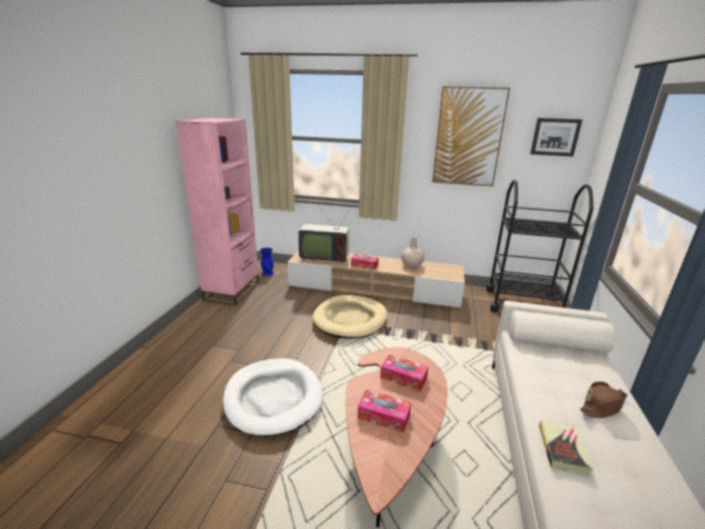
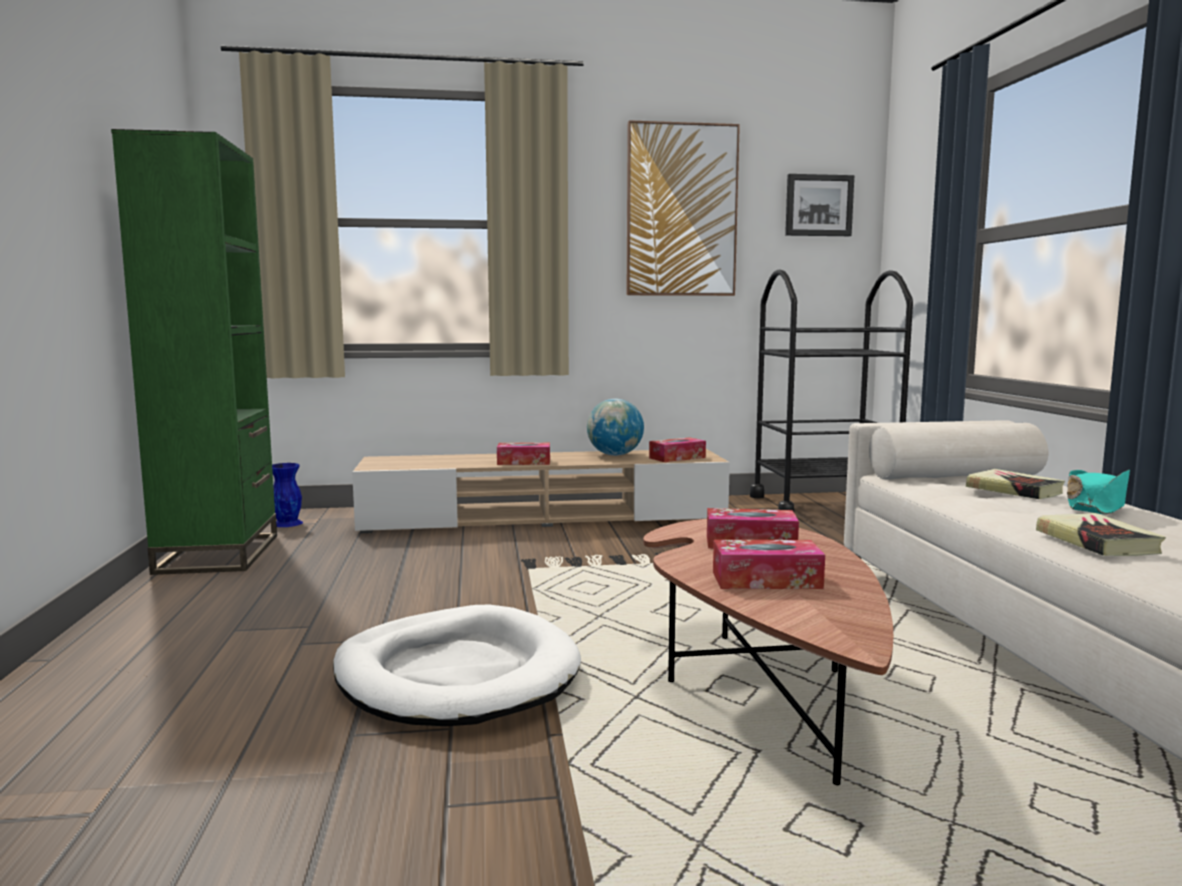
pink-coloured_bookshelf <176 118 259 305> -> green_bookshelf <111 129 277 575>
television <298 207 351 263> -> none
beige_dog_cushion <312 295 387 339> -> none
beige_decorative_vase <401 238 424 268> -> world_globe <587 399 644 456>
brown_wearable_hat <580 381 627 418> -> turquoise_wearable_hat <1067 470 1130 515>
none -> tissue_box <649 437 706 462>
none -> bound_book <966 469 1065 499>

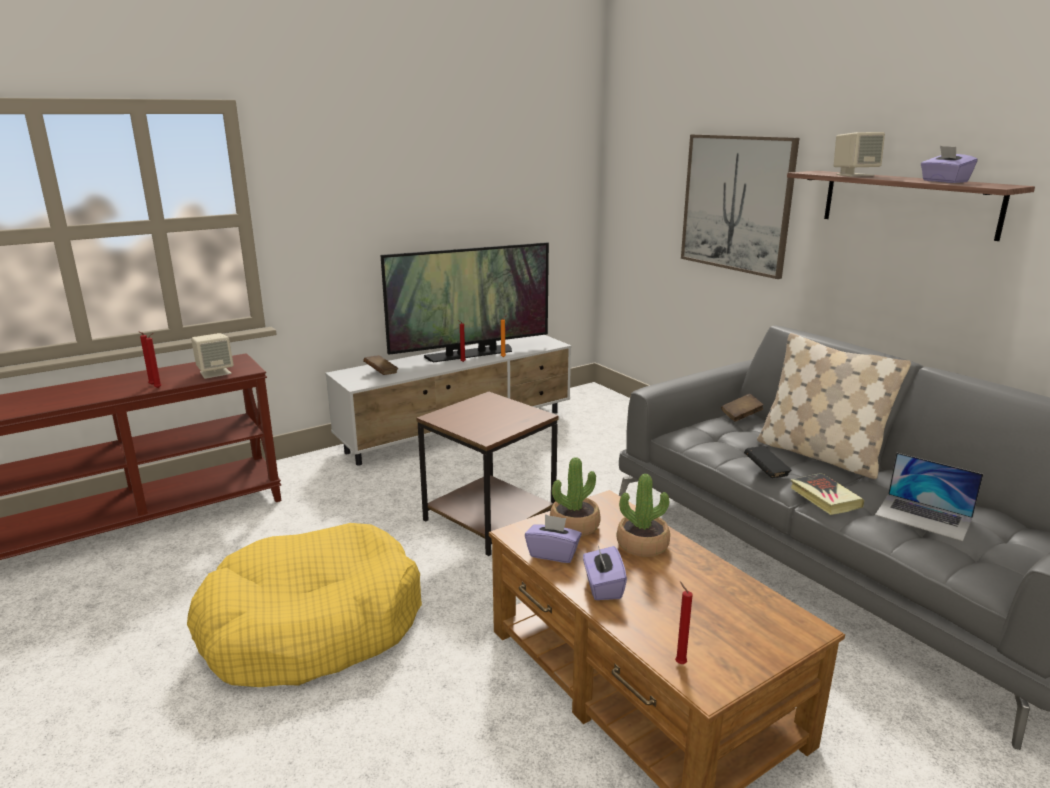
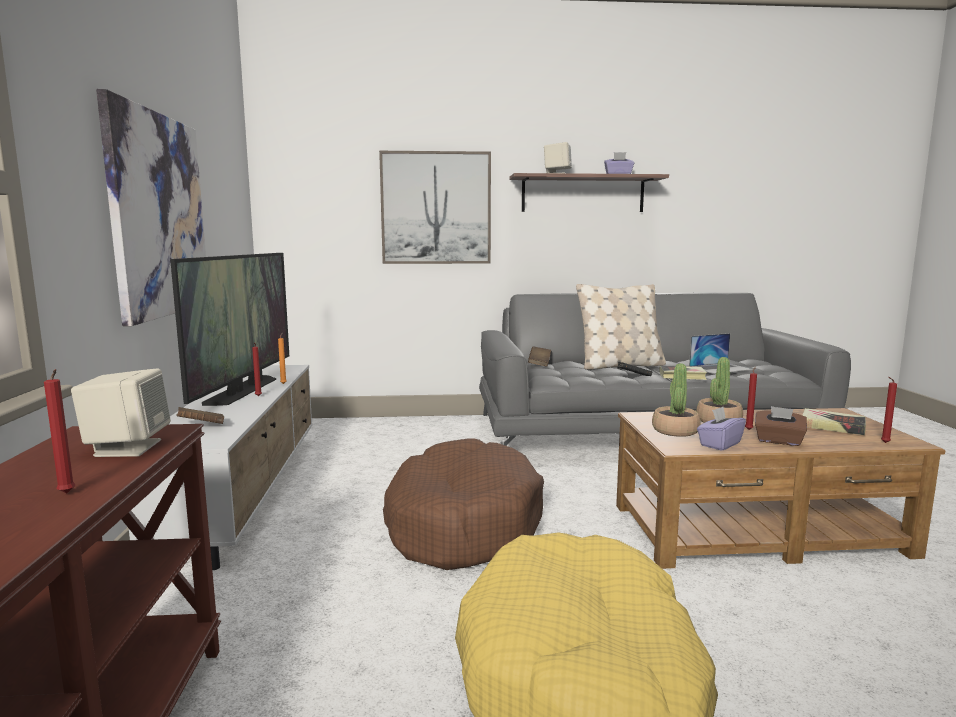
red-coloured_wax_light <146 333 161 388> -> red-coloured_wax_light <745 366 757 430>, moved
brown_end_table <416 391 559 556> -> brown_dog_cushion <383 438 544 570>
purple-coloured_tissue_box <583 546 627 600> -> brown_tissue_box <755 406 807 446>
none -> wall_picture <96 89 206 326>
none -> bound_book <802 408 866 435>

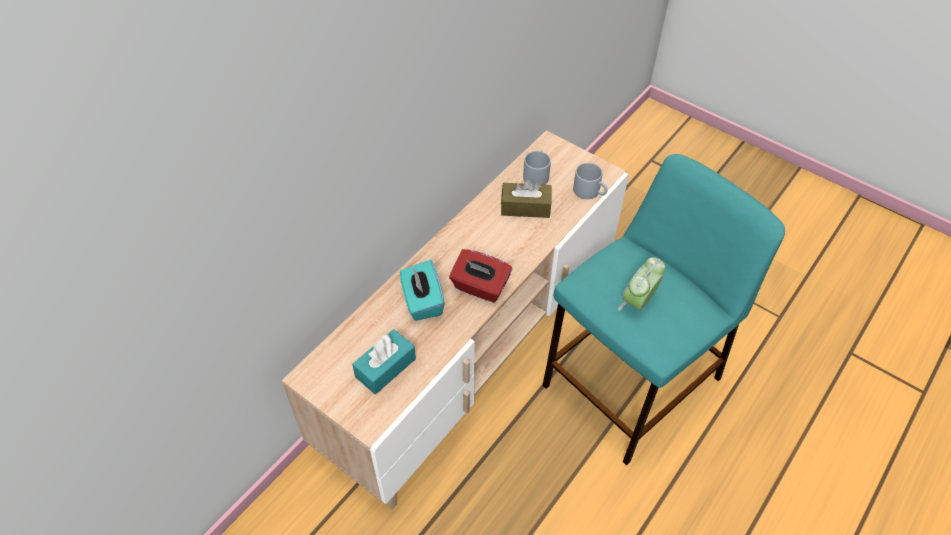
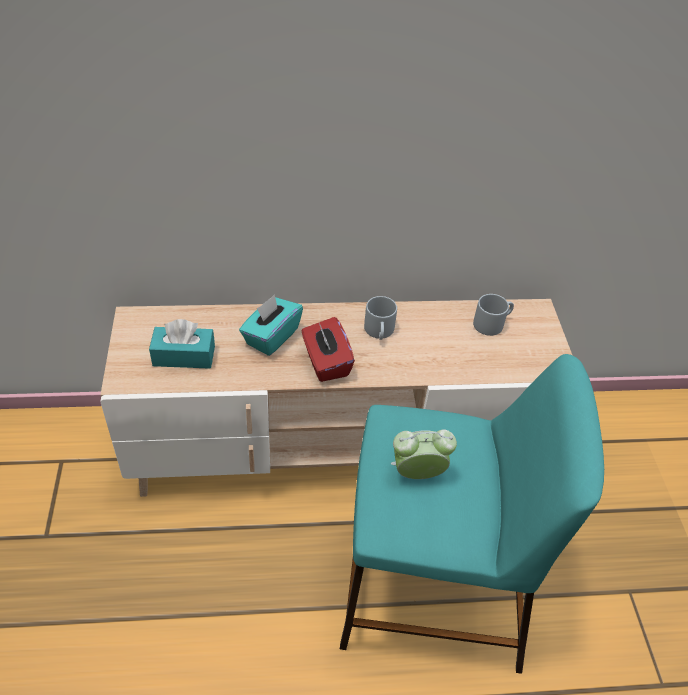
brown_tissue_box <501 180 552 218> -> none
gray_coffee_mug <573 163 608 199> -> gray_coffee_mug <364 296 397 340>, moved

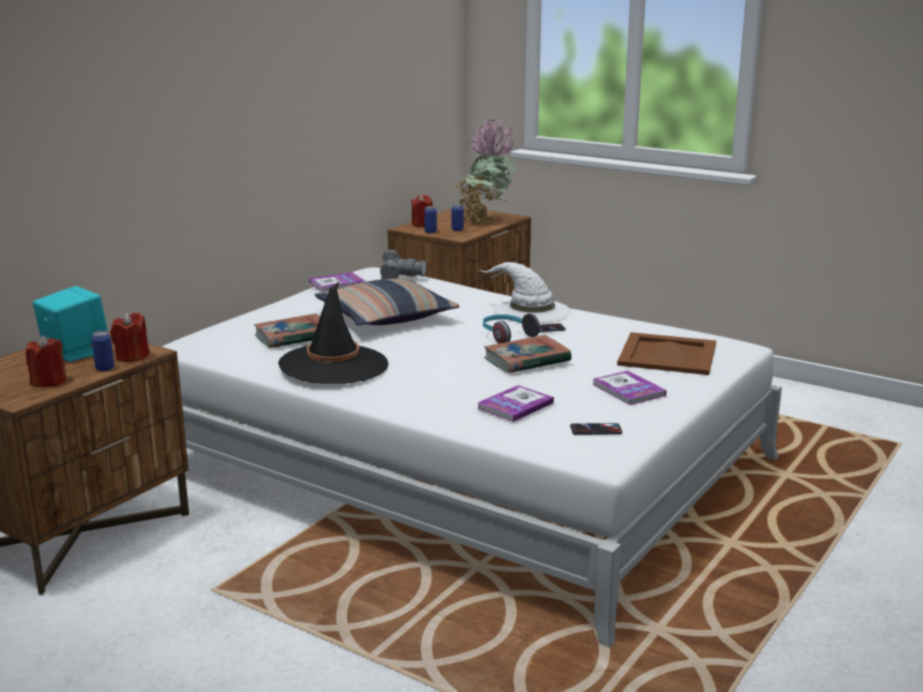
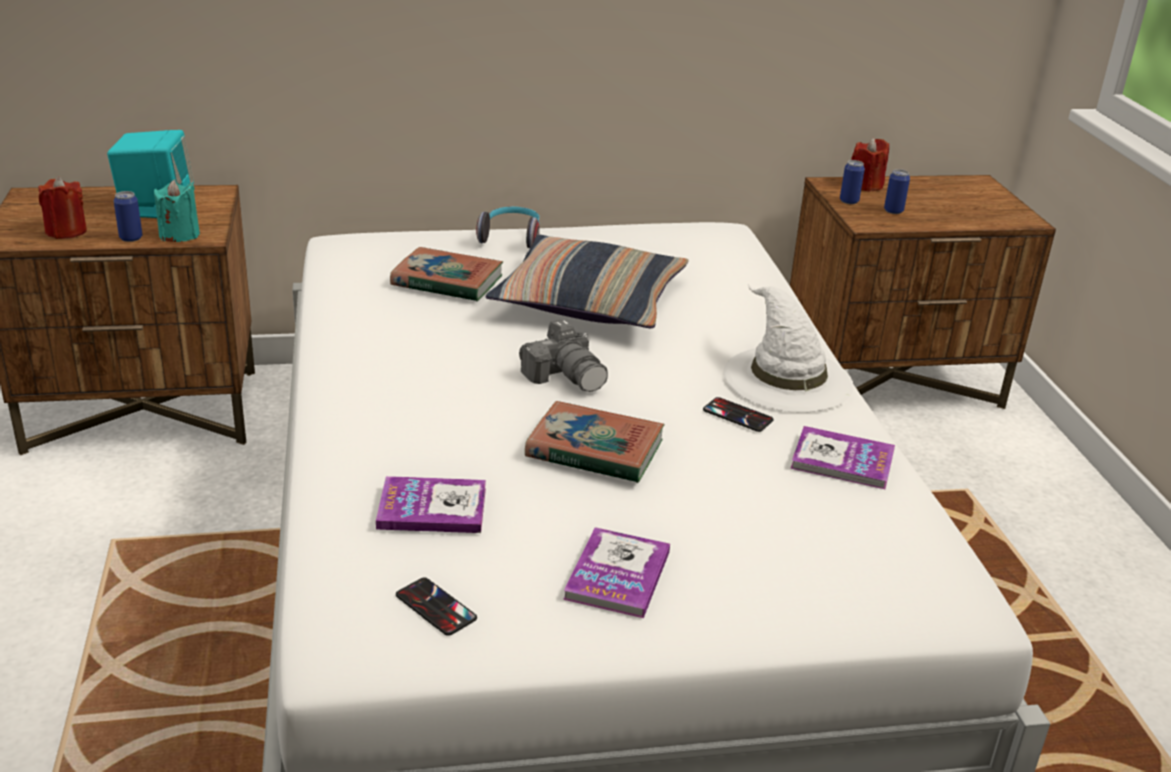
red-coloured_wax_light <110 313 149 362> -> turquoise_wax_light <154 180 200 242>
black-coloured_wearable_hat <278 281 388 384> -> none
bound_book <309 272 365 292> -> bound_book <790 426 895 489>, moved
still_camera <380 250 426 279> -> still_camera <519 319 608 392>, moved
potted_plant <454 119 516 225> -> none
headphones <483 313 540 344> -> headphones <476 207 540 249>, moved
brown_carrying_tray <617 332 716 375> -> none

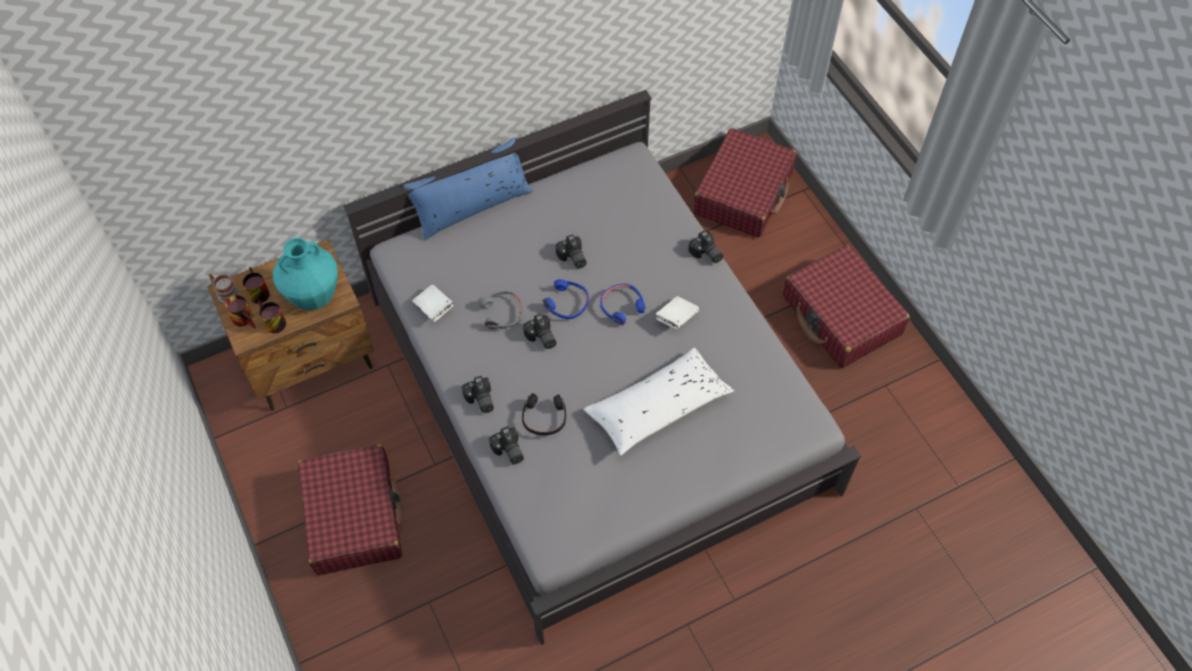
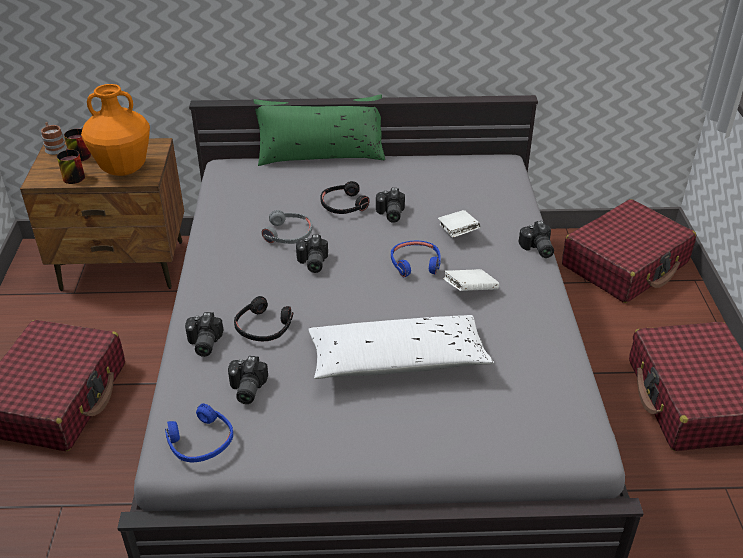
coffee_mug <225 295 256 329> -> none
turquoise_decorative_vase <273 238 338 310> -> orange-coloured_decorative_vase <81 84 150 176>
blue-coloured_cushion <403 138 532 241> -> green_cushion <254 94 385 166>
white_bound_book <413 285 454 322> -> white_bound_book <438 210 481 238>, moved
still_camera <462 376 494 413> -> still_camera <228 356 268 404>, moved
blue-coloured_headphones <543 279 589 319> -> blue-coloured_headphones <165 403 233 462>, moved
none -> black-coloured_headphones <320 181 370 214>

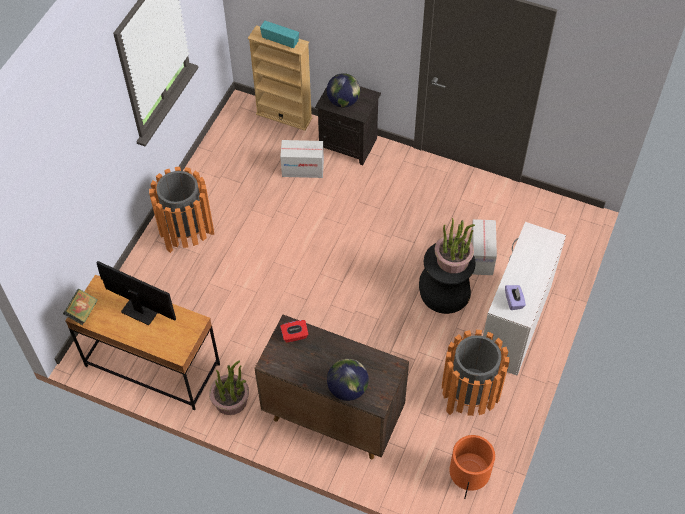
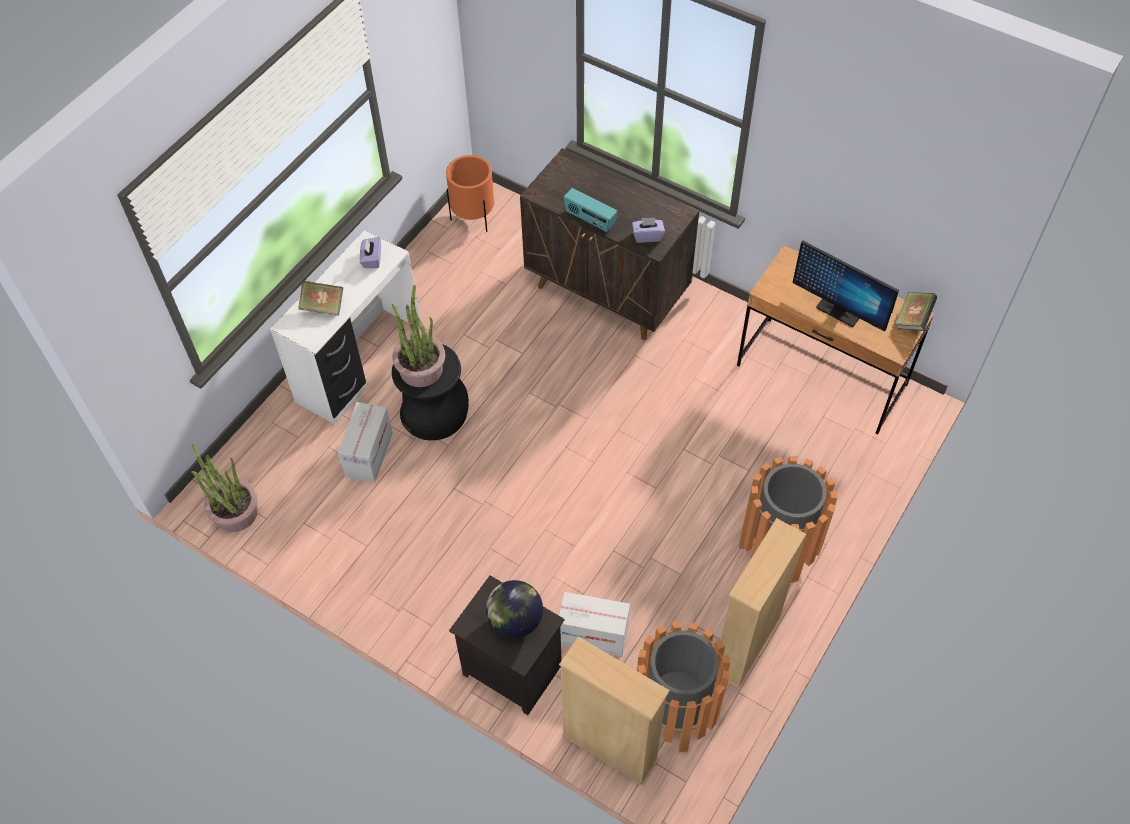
potted_plant <209 361 249 415> -> potted_plant <191 444 258 532>, moved
radio <260 21 299 48> -> radio <564 188 617 232>, moved
red-coloured_tissue_box <280 320 308 343> -> purple-coloured_tissue_box <632 218 665 243>
world_globe <327 359 369 401> -> none
orange-coloured_rubbish_bin <442 330 509 416> -> orange-coloured_rubbish_bin <637 621 730 753>, moved
none -> bound_book <298 281 343 316>
none -> beige_bookshelf <721 518 806 688>

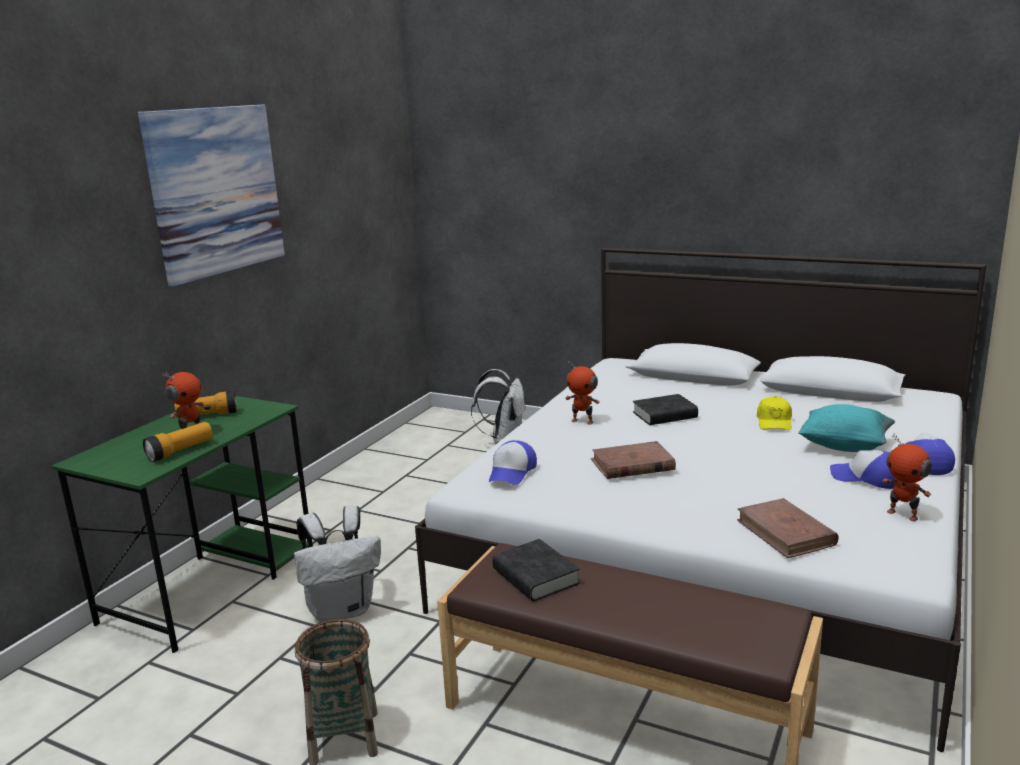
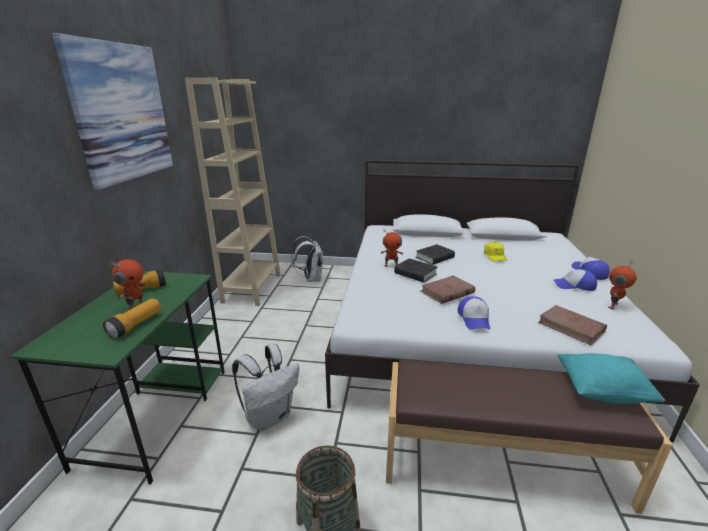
baseball_cap <489 440 537 485> -> baseball_cap <458 296 490 330>, moved
black-coloured_bound_book <492 539 580 601> -> black-coloured_bound_book <394 258 437 282>, moved
turquoise_cushion <798 404 895 452> -> turquoise_cushion <557 353 665 404>, moved
robot_figure <882 433 932 521> -> robot_figure <608 262 637 310>, 105 degrees clockwise
none -> beige_bookshelf <185 77 281 306>

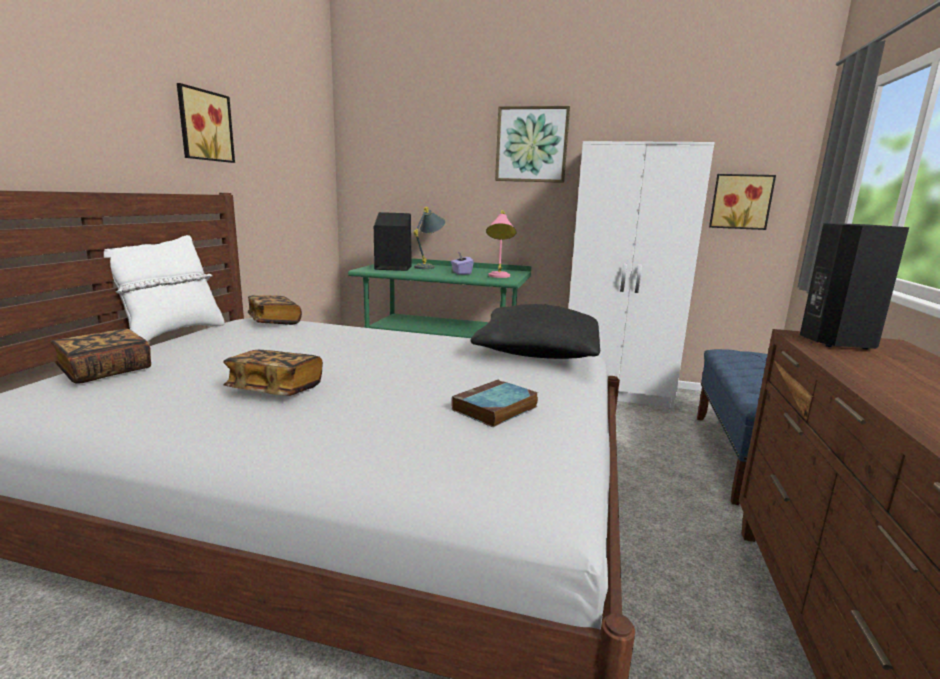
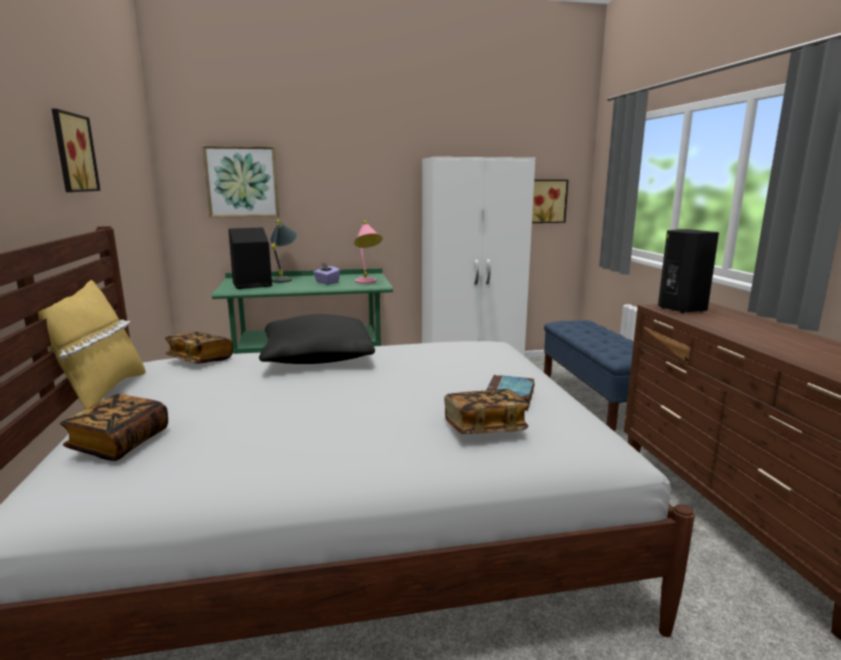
white_cushion <104 235 225 342> -> yellow-coloured_cushion <38 280 146 409>
bound_book <223 350 323 396> -> bound_book <444 389 529 434>, moved
black-coloured_cushion <471 304 600 359> -> black-coloured_cushion <259 314 375 364>, moved
wall_picture <495 106 570 183> -> wall_picture <202 146 279 218>, moved

